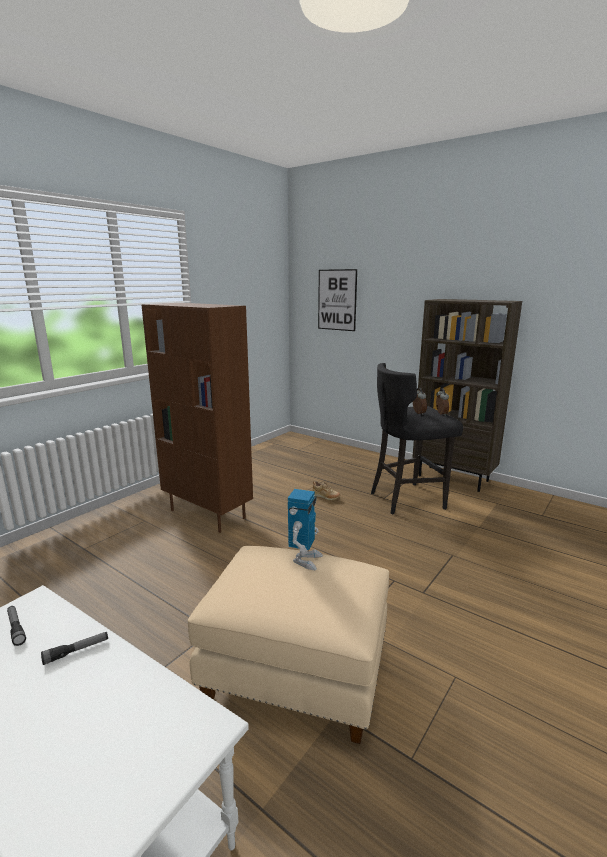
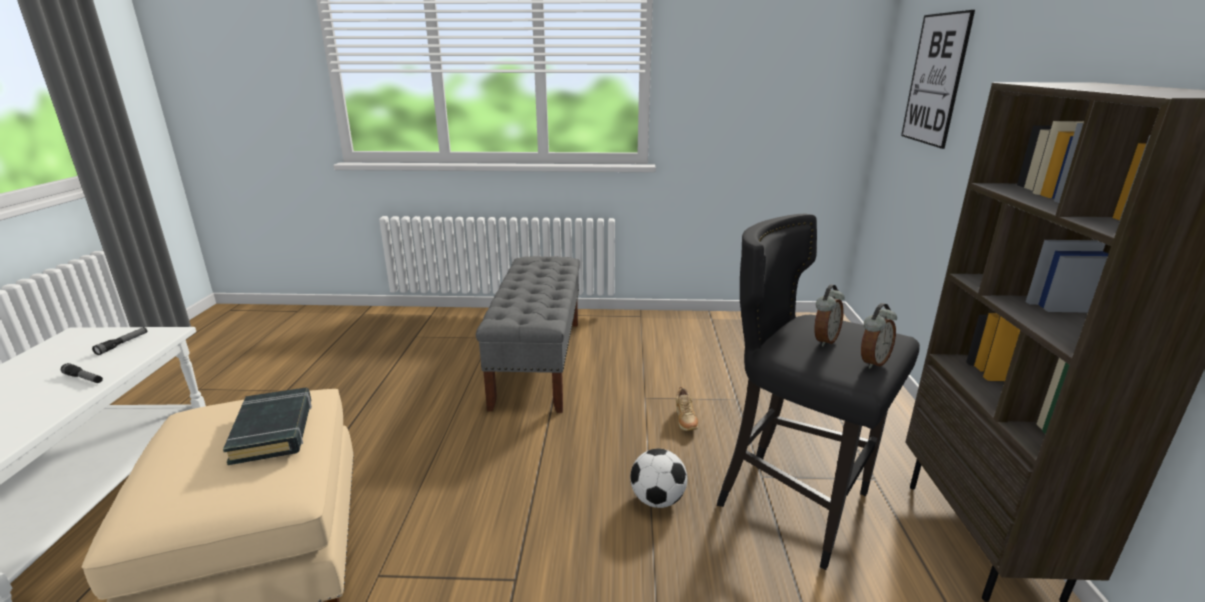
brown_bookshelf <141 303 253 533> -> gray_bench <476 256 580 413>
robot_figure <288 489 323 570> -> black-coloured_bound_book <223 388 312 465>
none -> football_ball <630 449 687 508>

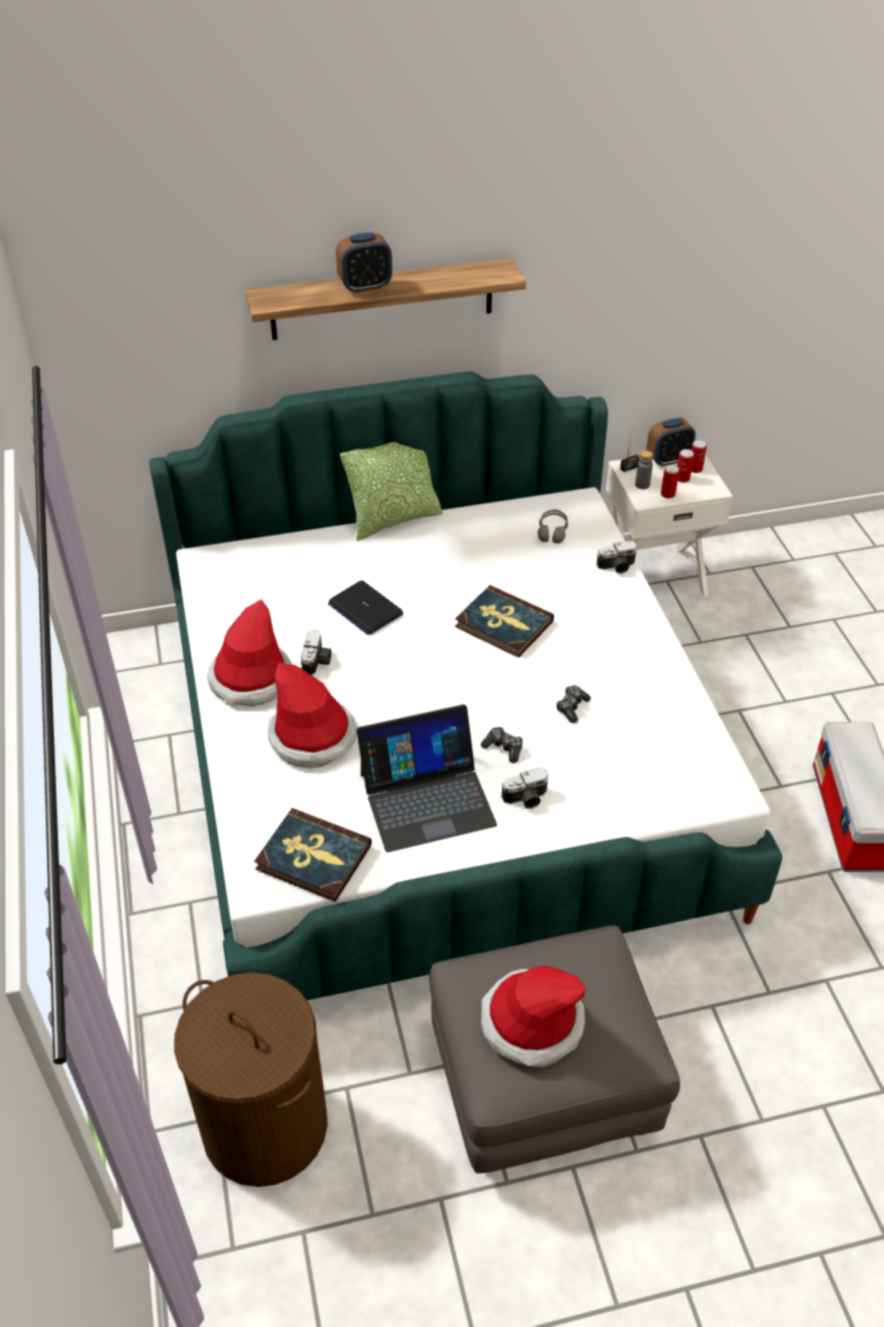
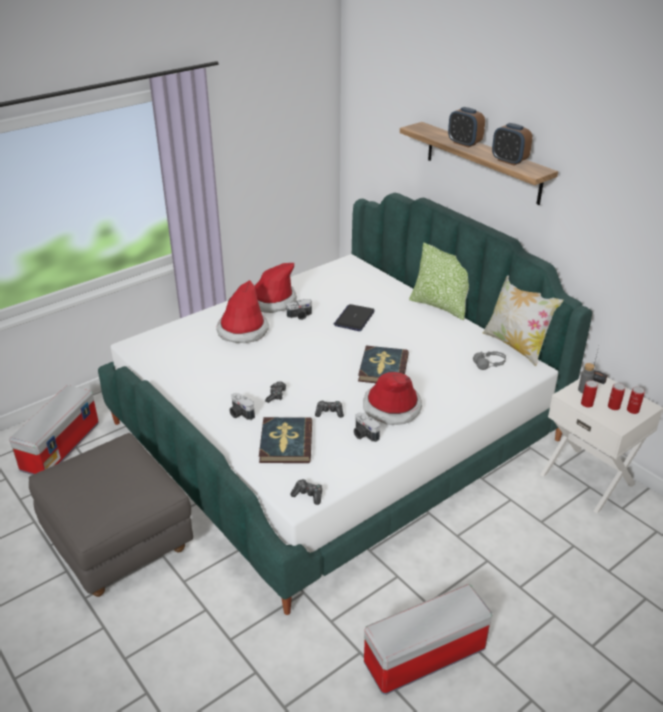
brown_washing_basket <174 972 328 1187> -> storage_bin <9 385 99 475>
bound_book <254 808 372 902> -> bound_book <259 417 312 463>, moved
notebook_computer <356 704 497 852> -> none
wearable_hat <481 965 585 1067> -> wearable_hat <363 372 422 425>, moved
still_camera <596 541 637 574> -> still_camera <353 412 380 442>, moved
bedside_clock <647 418 696 467> -> bedside_clock <492 123 532 165>, moved
none -> gamepad <290 479 322 505>
none -> cushion <482 275 564 366>

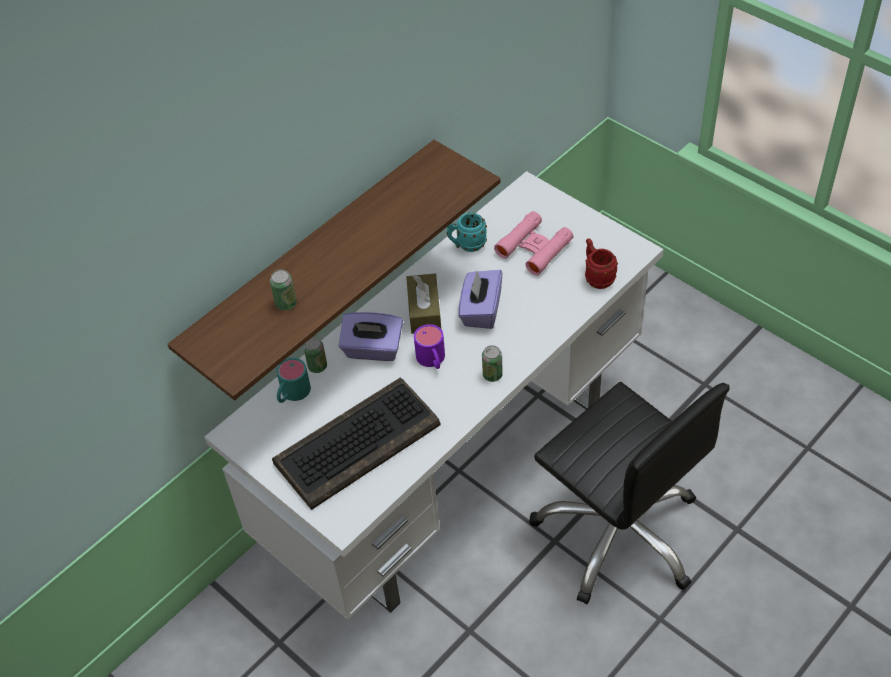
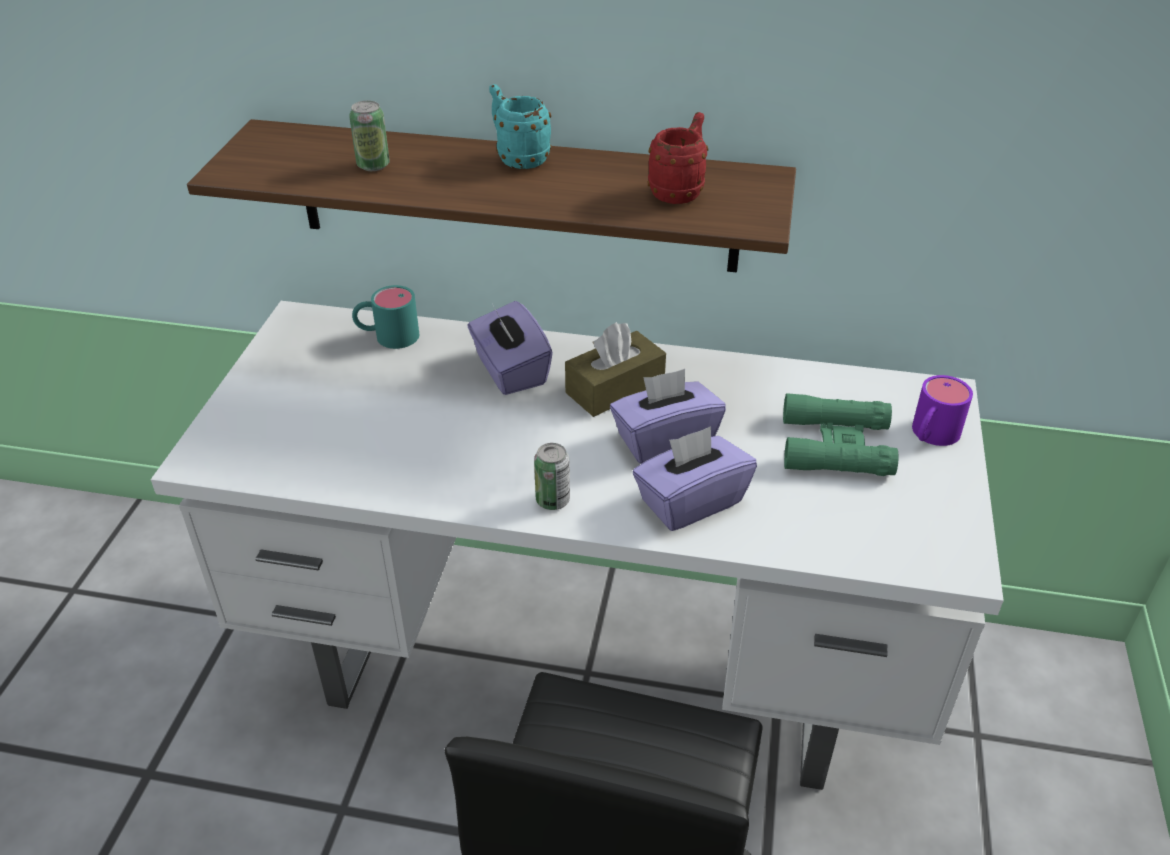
computer_keyboard <272 378 441 510> -> none
metal_can <304 337 327 373> -> none
purple-coloured_coffee_mug <414 324 445 369> -> purple-coloured_coffee_mug <912 375 973 446>, moved
turquoise_coffee_mug <447 213 487 252> -> turquoise_coffee_mug <489 84 551 169>, moved
pink-coloured_field_glasses <494 211 573 276> -> green_field_glasses <783 393 899 476>
red-coloured_coffee_mug <585 238 618 289> -> red-coloured_coffee_mug <648 112 708 204>, moved
none -> purple-coloured_tissue_box <633 426 757 531>

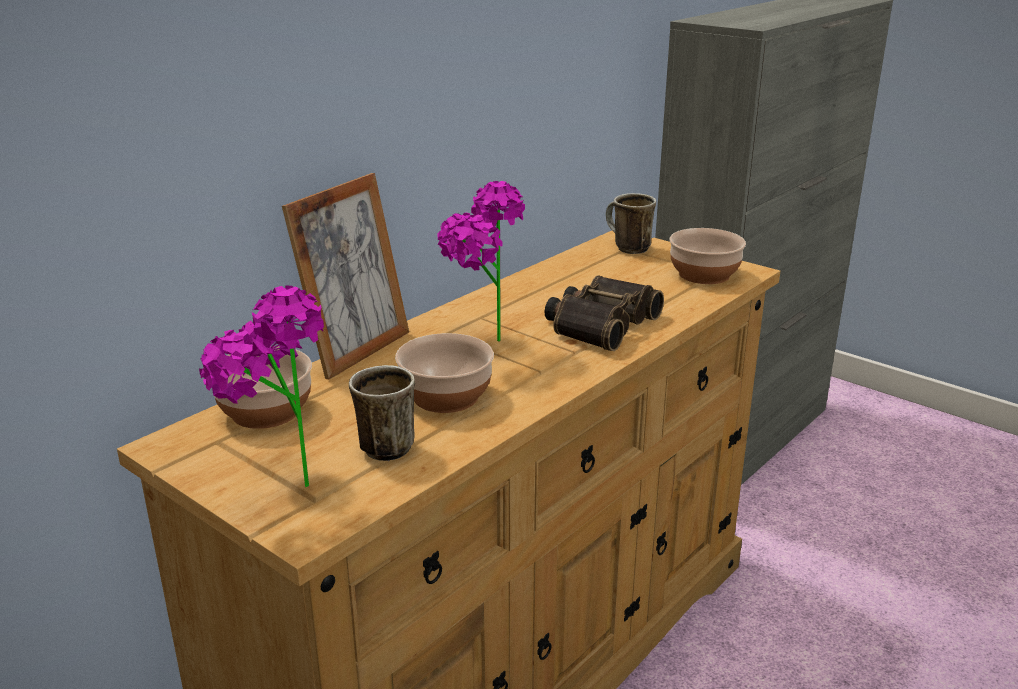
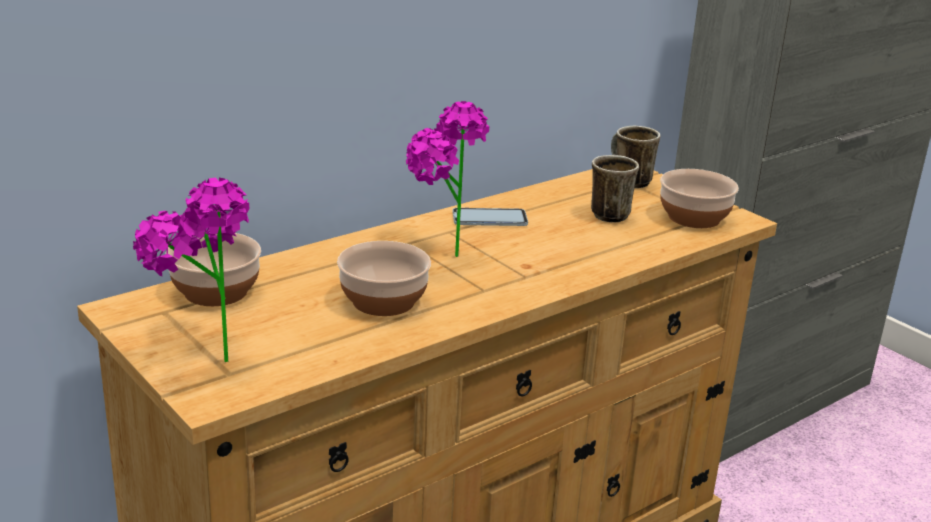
photo_frame <282 173 409 379> -> none
coffee_mug <349 365 415 461> -> coffee_mug <591 155 639 223>, moved
field_glasses <545 275 664 351> -> none
none -> handset <452 208 528 226>

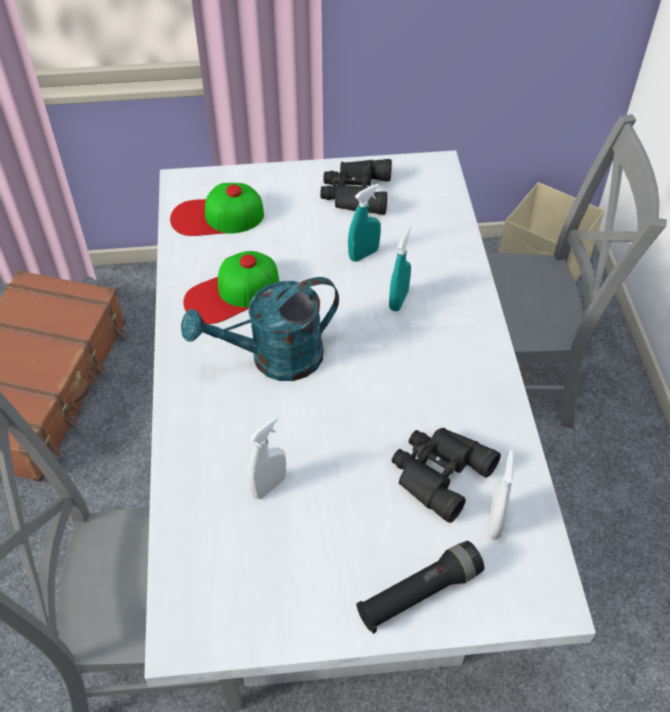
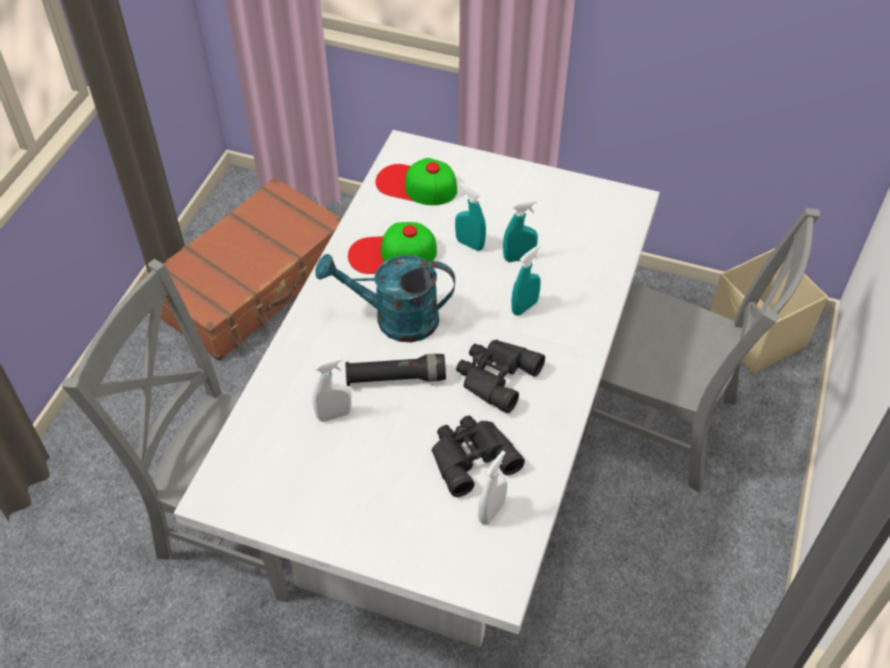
black-coloured_field_glasses <320 159 392 215> -> black-coloured_field_glasses <456 340 545 413>, moved
black-coloured_torch <357 541 484 634> -> black-coloured_torch <345 354 446 386>, moved
none -> turquoise_hand_sprayer <455 183 486 251>

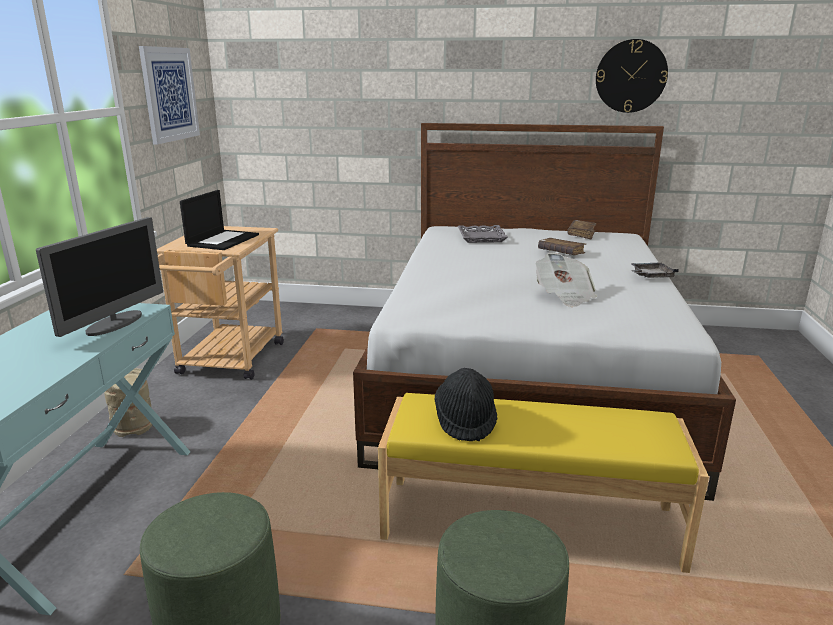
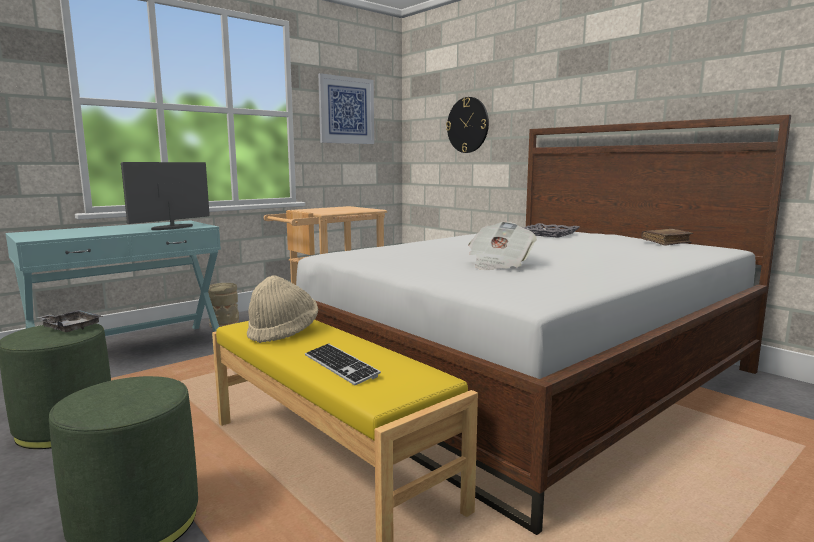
monitor <36 217 163 337> -> monitor <121 162 210 230>, 150 degrees clockwise
notebook_computer <180 190 259 250> -> none
black-coloured_wearable_hat <434 368 498 441> -> beige_wearable_hat <247 275 318 343>
brown_bound_book <538 238 586 255> -> none
wall_clock <596 39 668 113> -> wall_clock <446 97 489 153>, moved
gray_carrying_tray <630 263 679 278> -> gray_carrying_tray <37 310 103 332>, moved
none -> computer_keyboard <305 343 381 385>

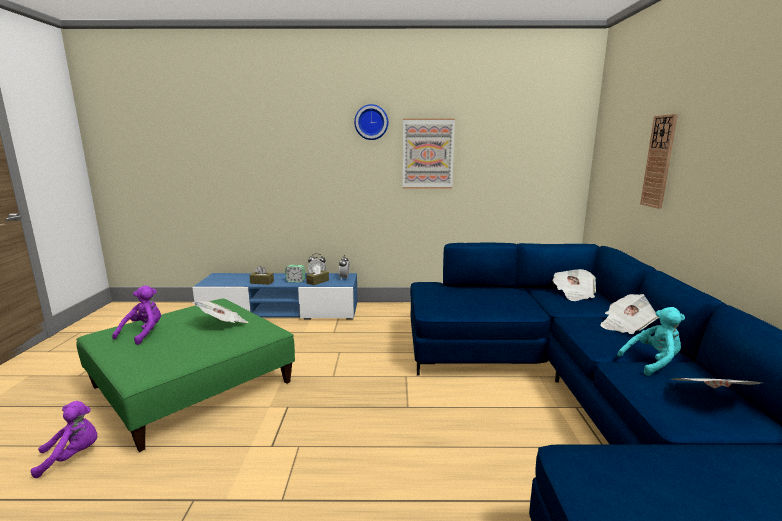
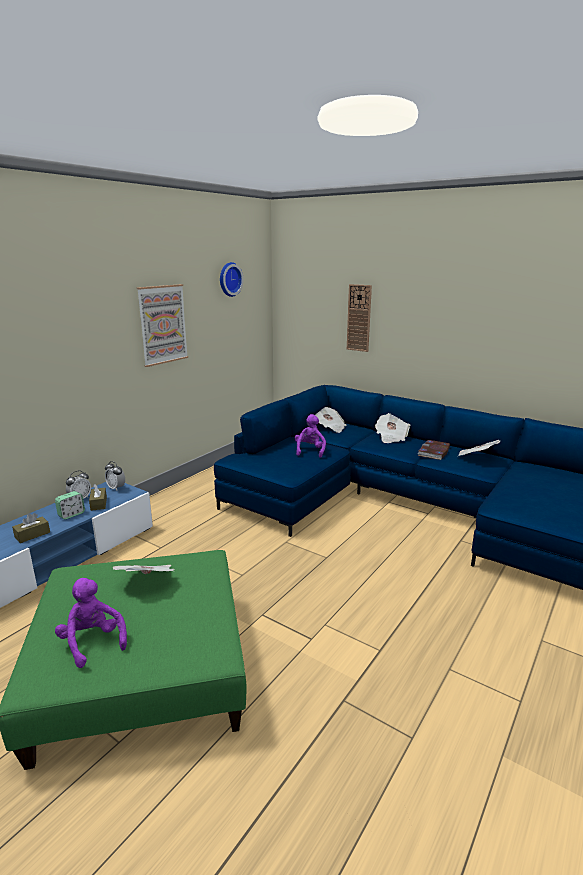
purple-coloured_plush_toy <30 401 98 478> -> purple-coloured_plush_toy <295 414 326 458>, moved
wall_clock <354 104 388 140> -> wall_clock <220 262 244 297>, moved
turquoise_plush_toy <617 307 685 376> -> bound_book <417 440 450 460>

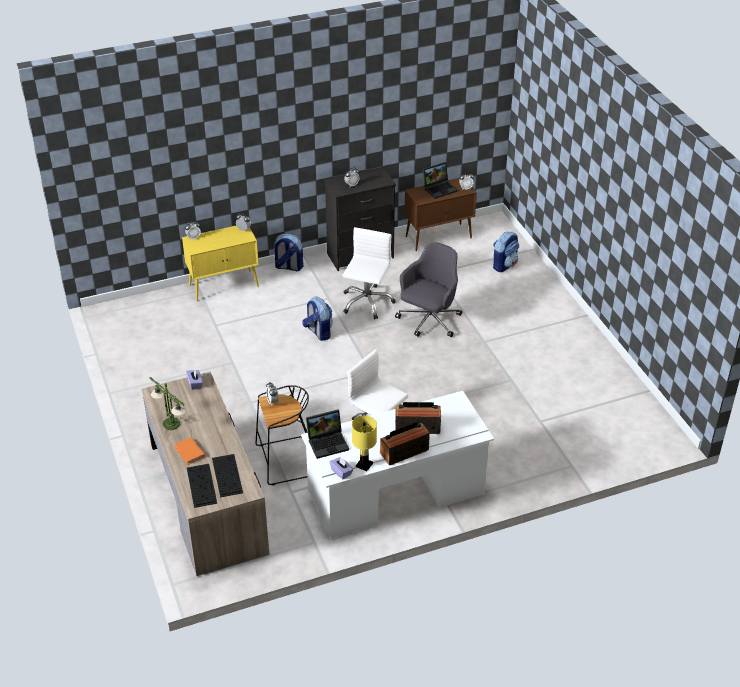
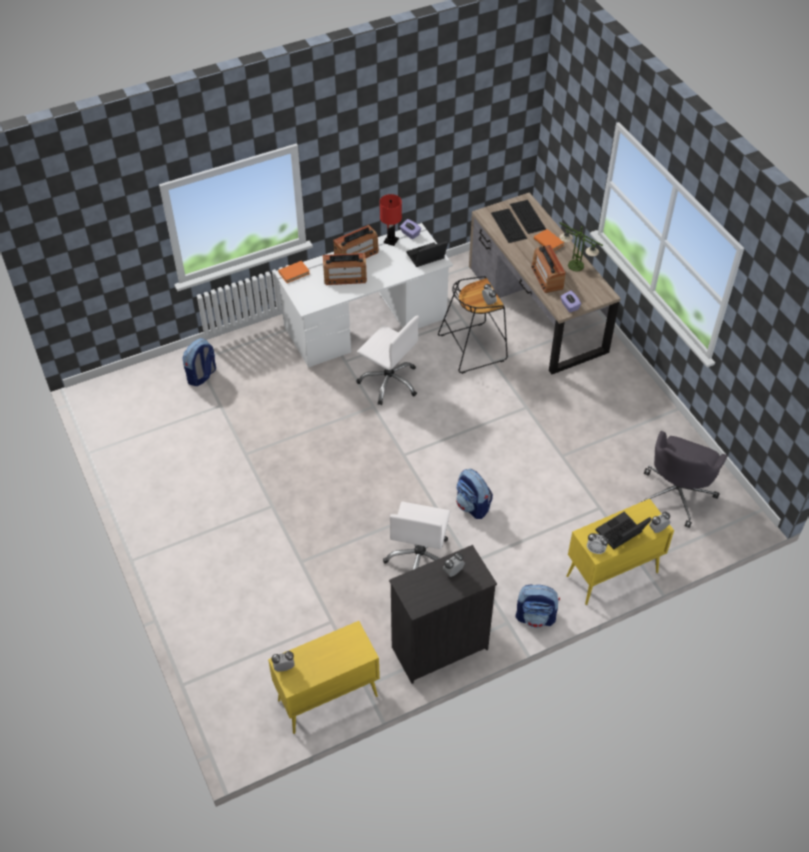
yellow-coloured_table_lamp <352 416 377 471> -> red-coloured_table_lamp <380 194 402 246>
gray_desk_chair <395 242 462 337> -> gray_desk_chair <642 431 728 528>, moved
brown_storage_cabinet <404 178 477 251> -> yellow-coloured_storage_cabinet <268 621 380 734>
notebook_computer <423 162 457 199> -> notebook_computer <596 512 652 549>, moved
rucksack <493 232 519 272> -> rucksack <182 338 216 386>, moved
none -> orange-coloured_bound_book <278 261 310 283>
none -> radio <531 245 566 293>

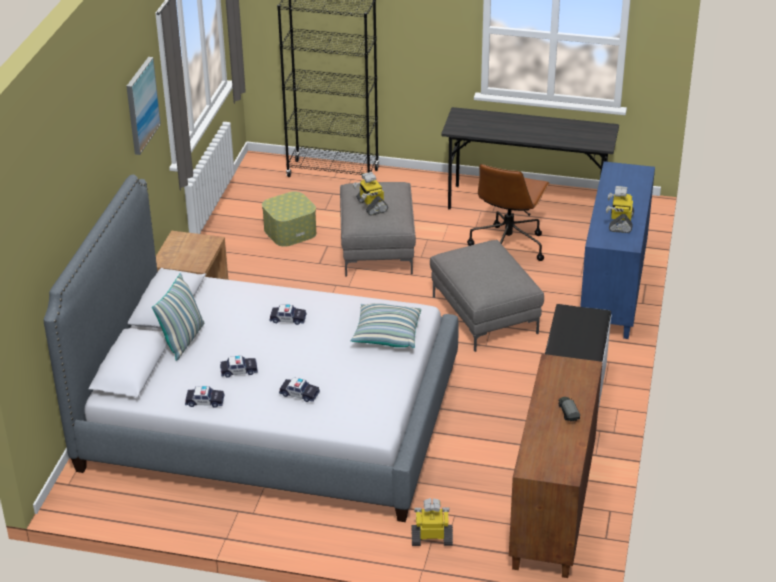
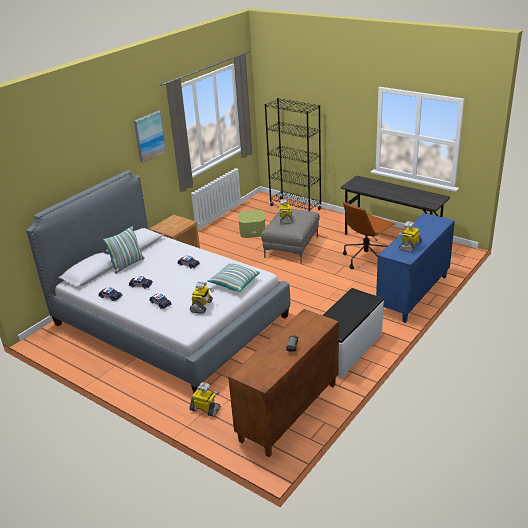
gray_ottoman <430 240 544 352> -> none
none -> robot_figure <190 281 214 314>

